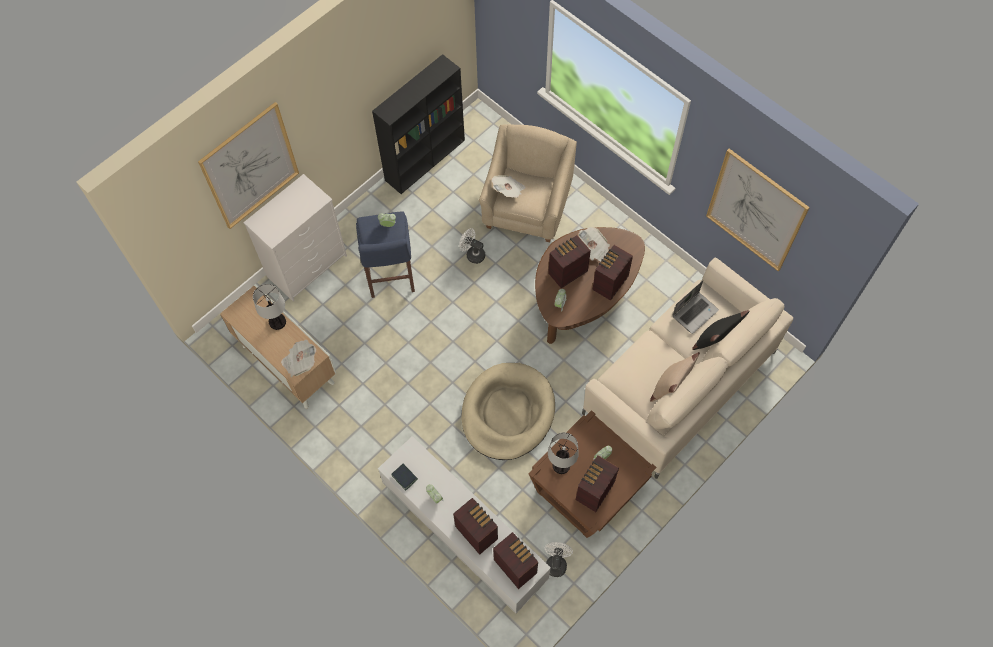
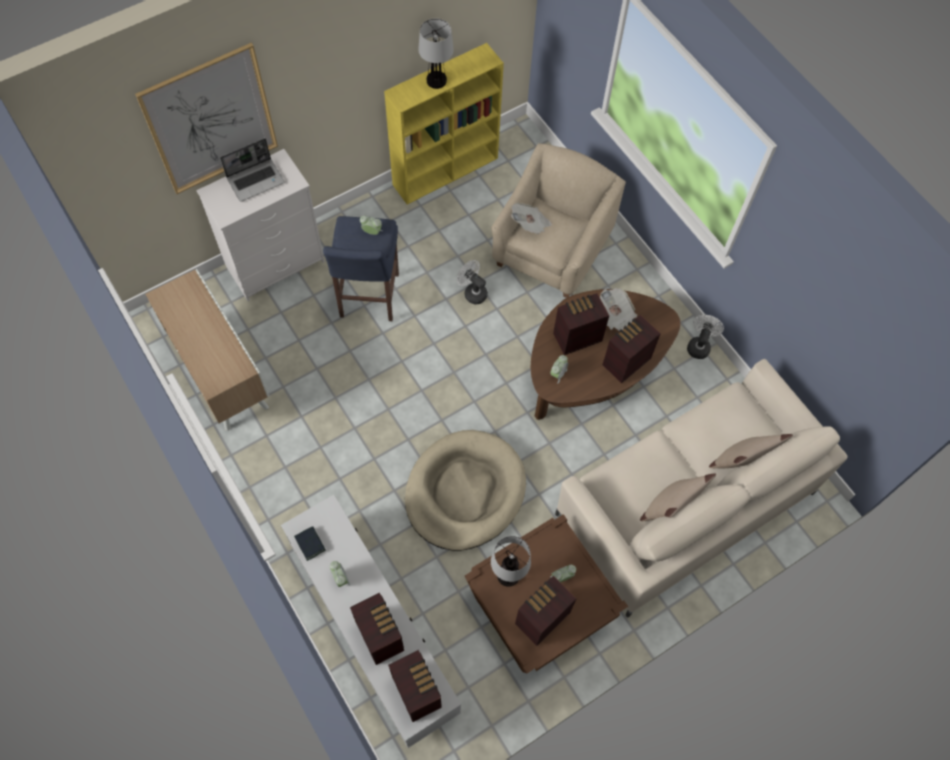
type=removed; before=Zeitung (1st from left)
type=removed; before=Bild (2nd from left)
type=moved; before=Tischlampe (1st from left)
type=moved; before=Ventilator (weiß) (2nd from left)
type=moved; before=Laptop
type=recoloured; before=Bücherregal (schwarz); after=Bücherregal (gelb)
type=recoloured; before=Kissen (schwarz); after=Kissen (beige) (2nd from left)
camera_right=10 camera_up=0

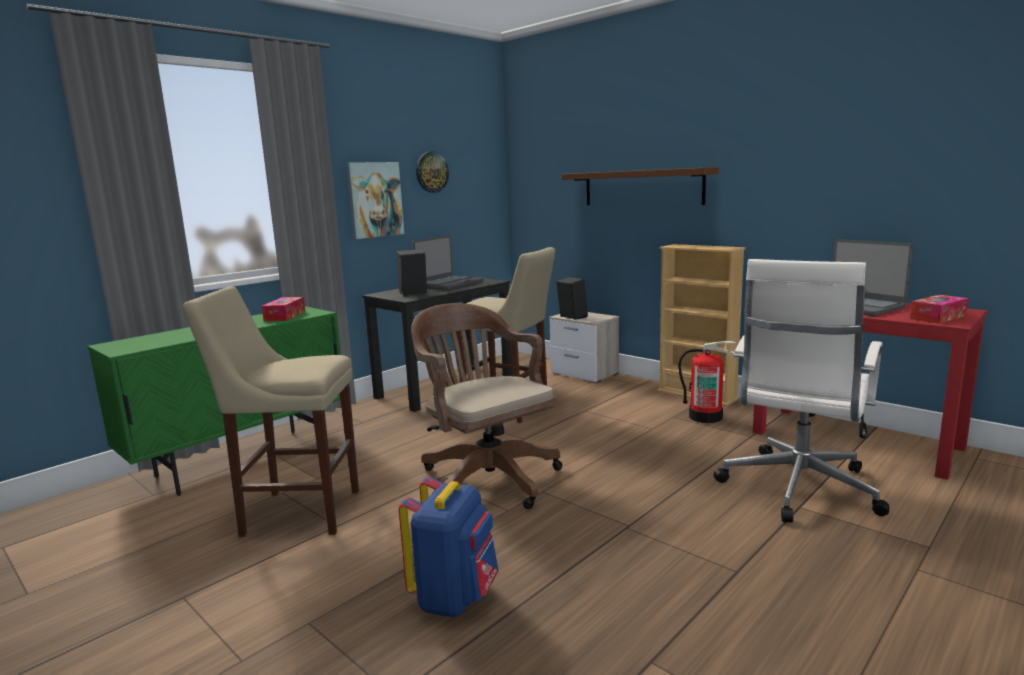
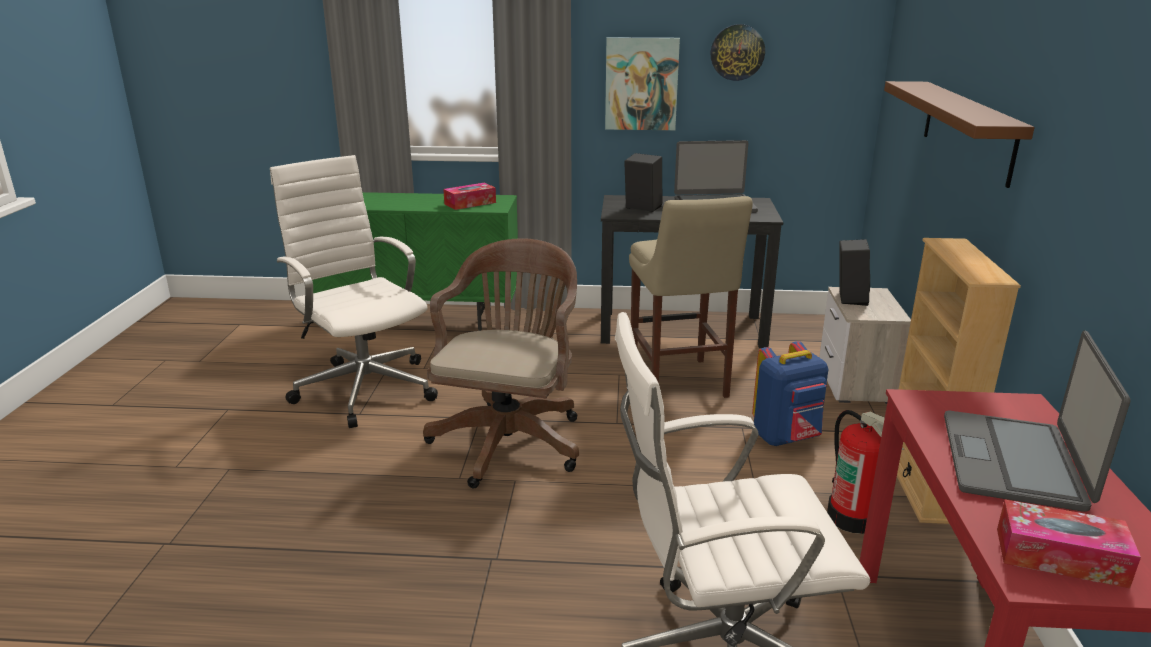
type=moved; before=Rucksack (blau)
type=replaced; before=Hocker (beige) (1st from left); after=Bürostuhl (weiß) (1st from left)
camera_right=50 camera_up=10

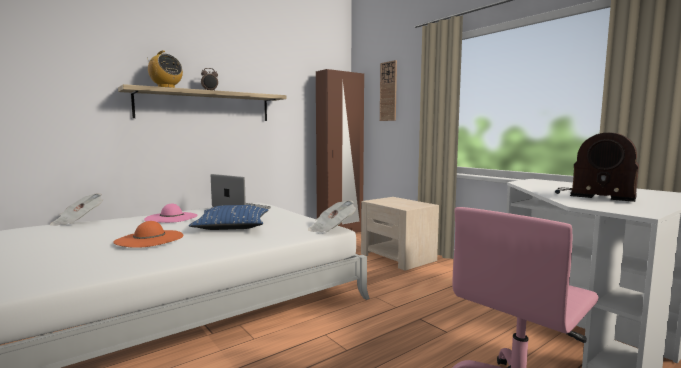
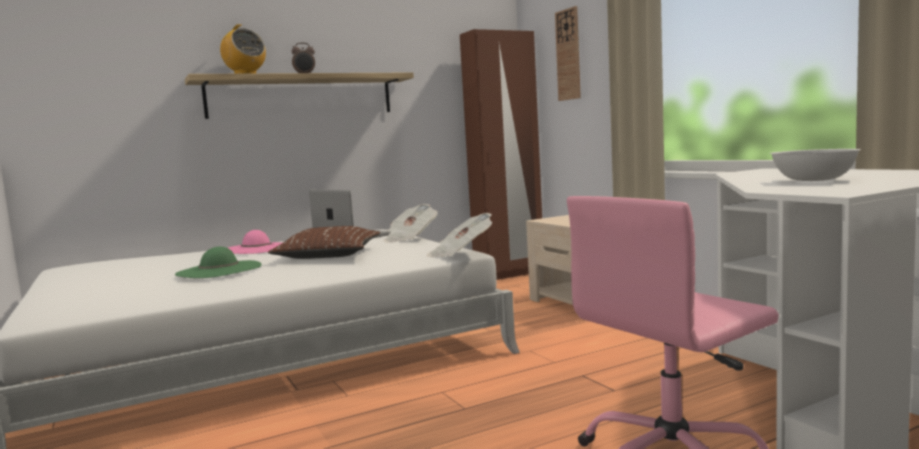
type=moved; before=Zeitung (1st from left)
type=replaced; before=Radio (2nd from left); after=Schüssel (weiß)
type=recoloured; before=Hut (orange); after=Hut (grün)
type=recoloured; before=Kissen (blau); after=Kissen (braun)
camera_right=10 camera_up=0

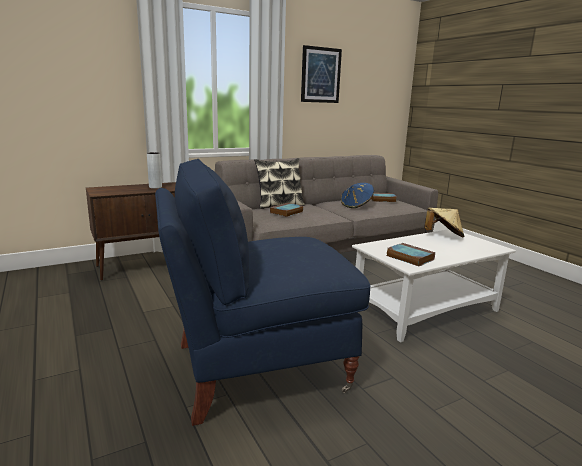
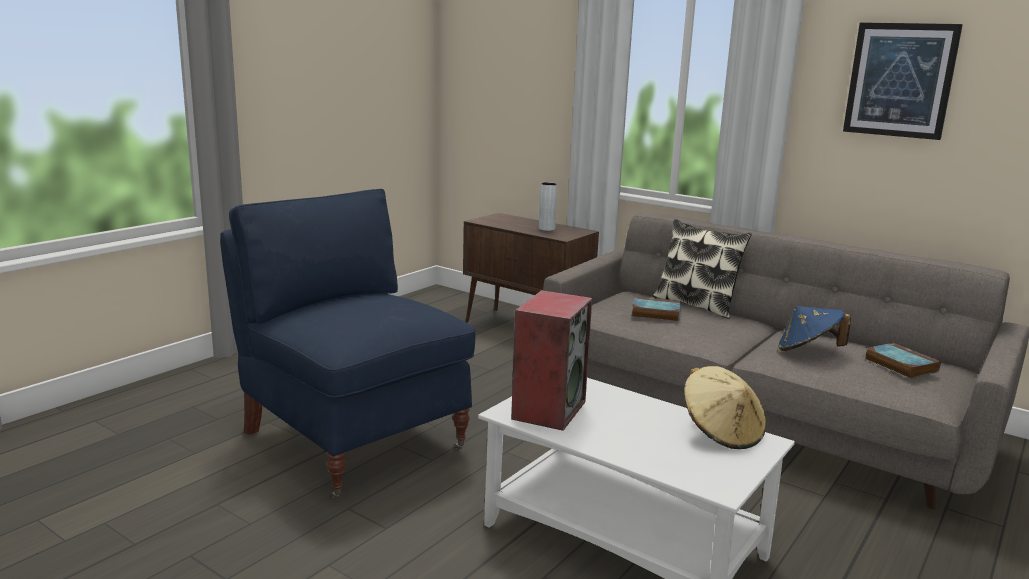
type=replaced; before=Buch (3rd from left); after=Lautsprecher
camera_right=65 camera_up=0

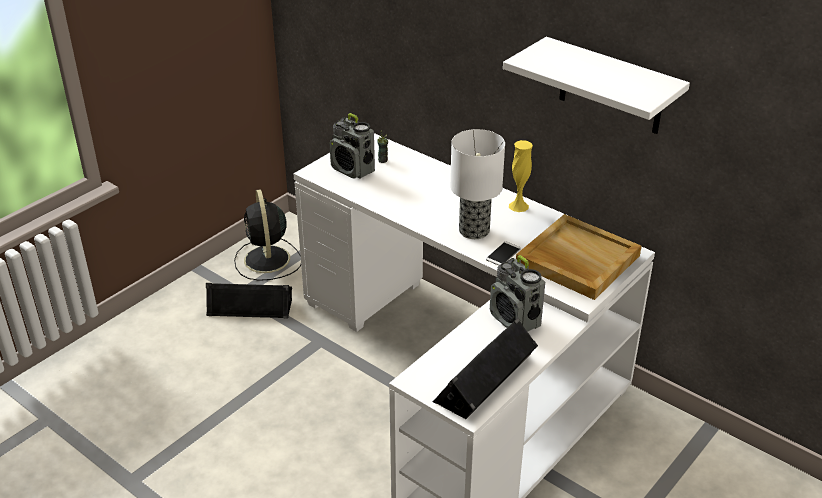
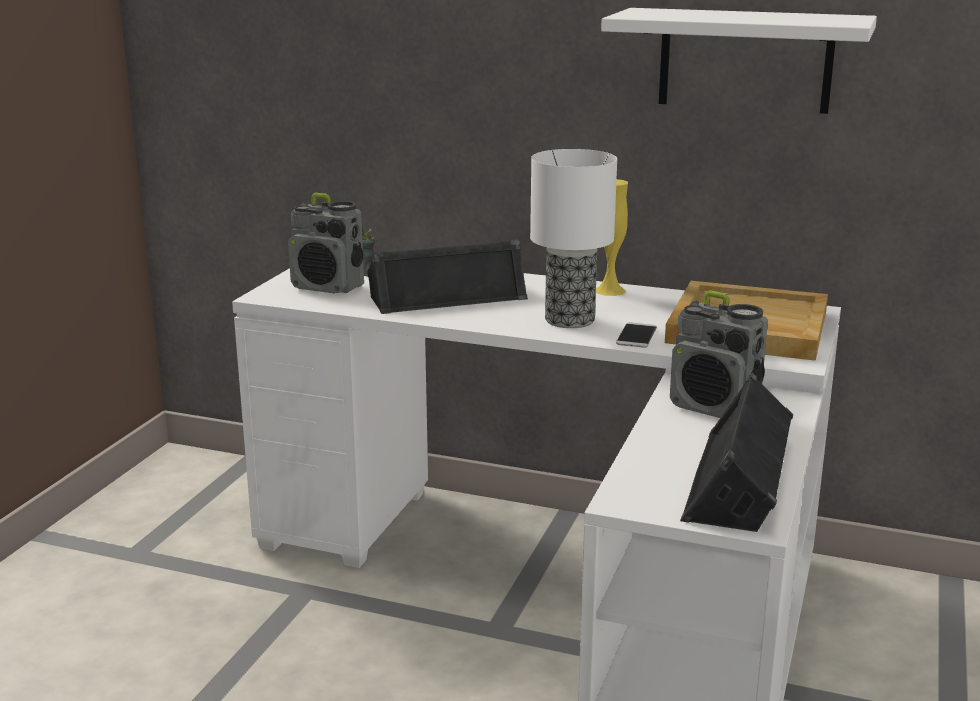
type=removed; before=Ventilator (schwarz)
type=moved; before=Lautsprecher (schwarz) (1st from left)
camera_right=-20 camera_up=-15

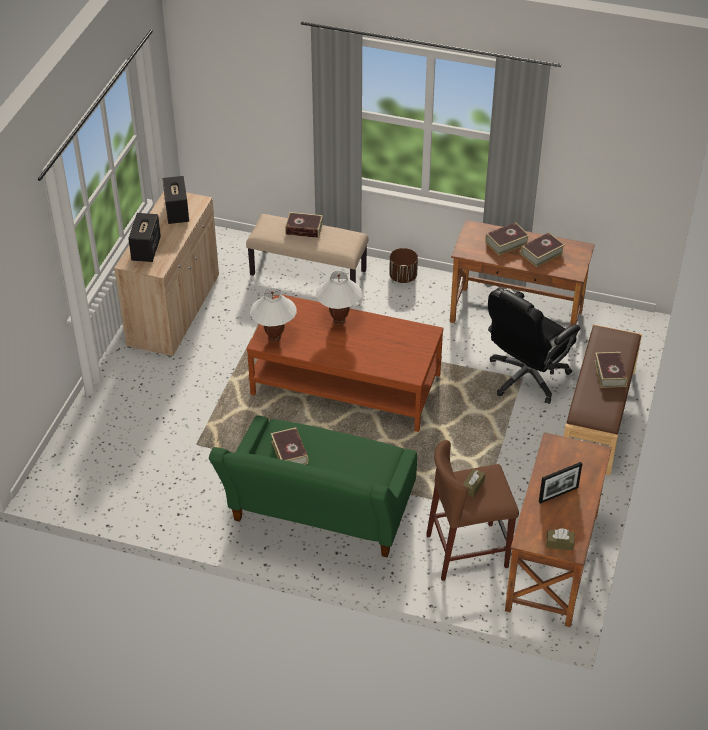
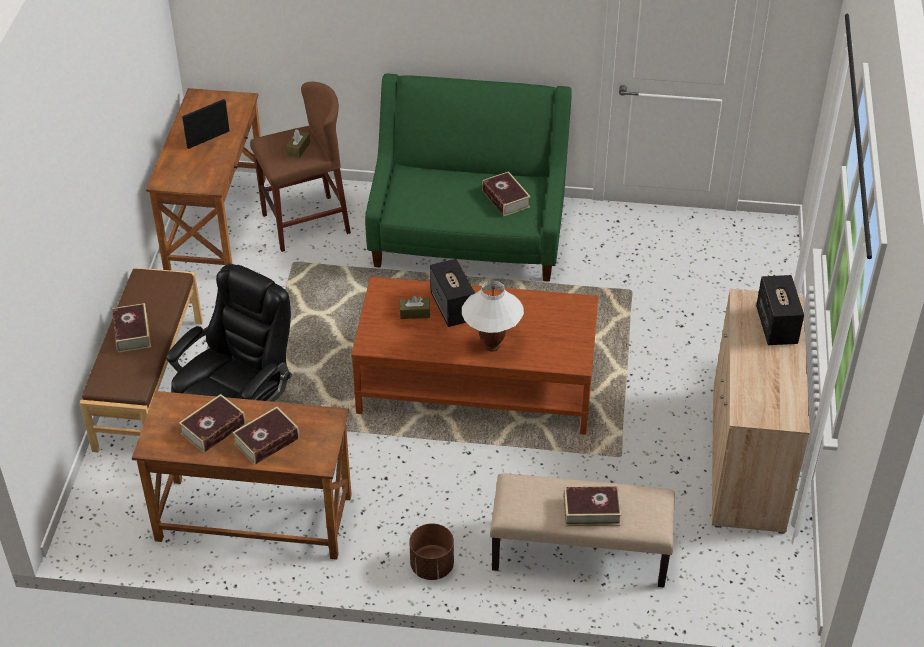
type=removed; before=Tischlampe (weiß) (1st from left)
type=moved; before=Lautsprecher (2nd from left in the first image); after=Lautsprecher (1st from left)
type=moved; before=Taschentuchbox (braun) (2nd from left)
camera_right=170 camera_up=0

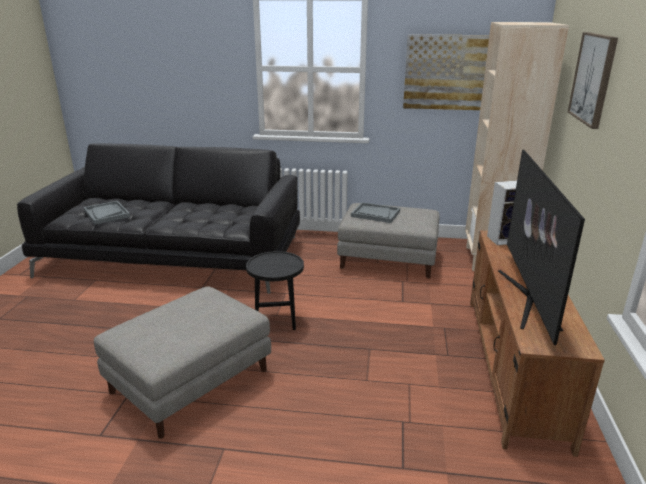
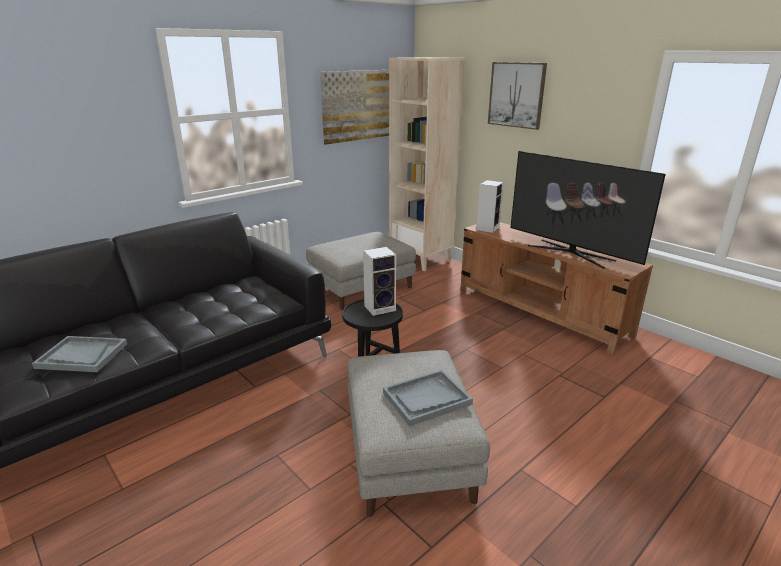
type=added; after=Lautsprecher (1st from left)
type=moved; before=Tablett (grau) (2nd from left)
camera_right=-50 camera_up=0

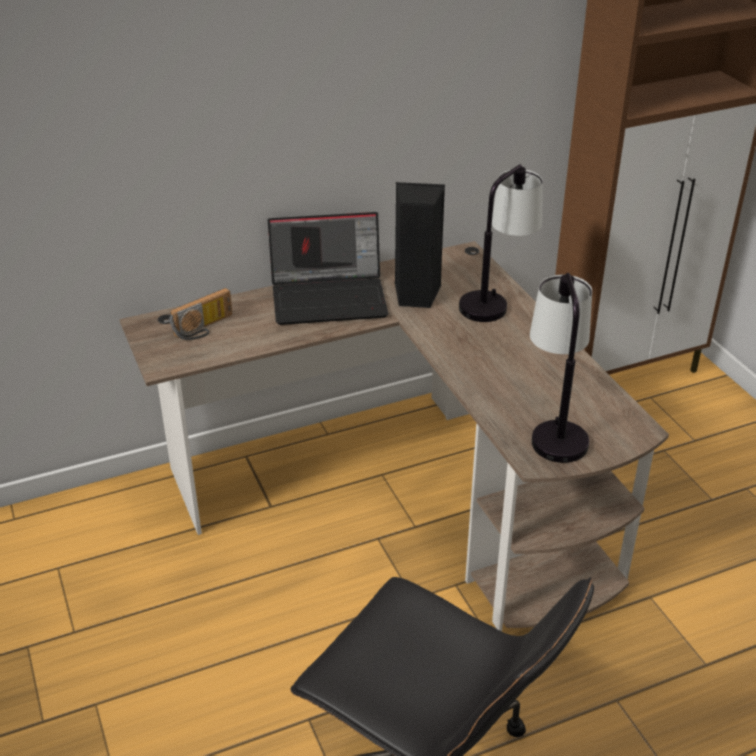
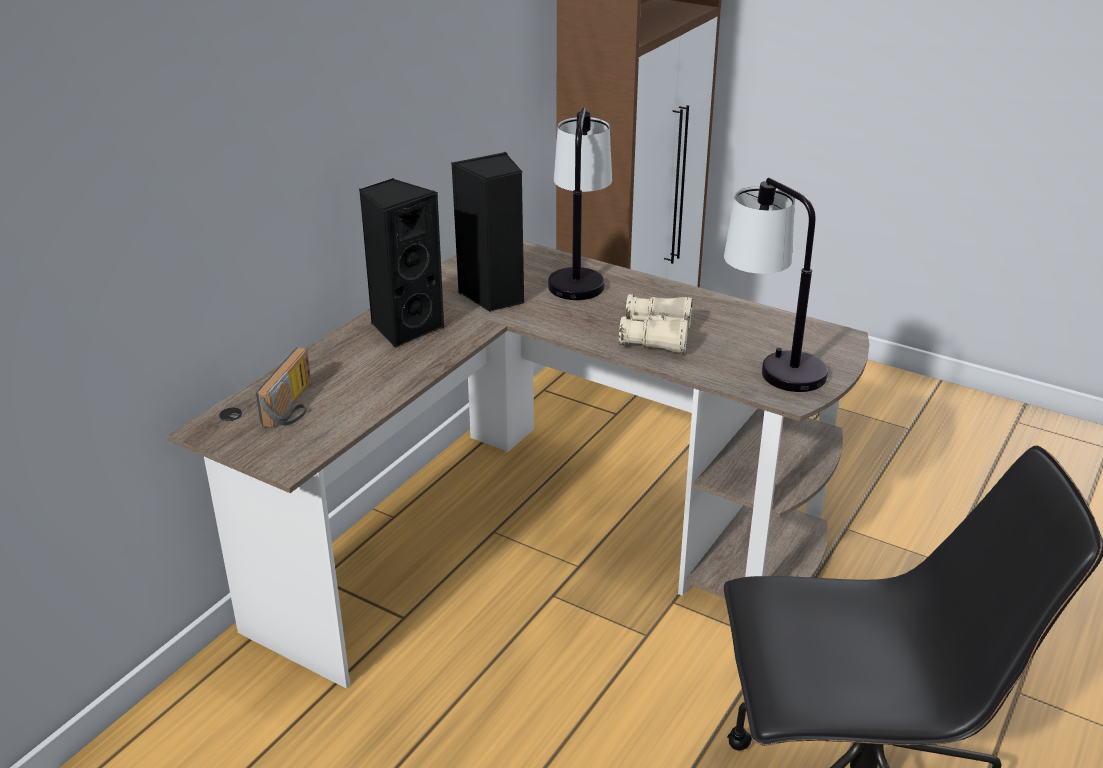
type=added; after=Fernglas (beige)
type=replaced; before=Laptop; after=Lautsprecher (schwarz) (1st from left)
camera_right=-35 camera_up=-5

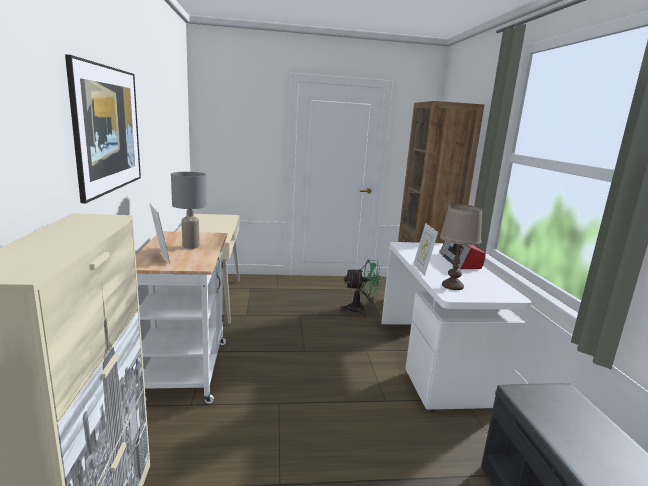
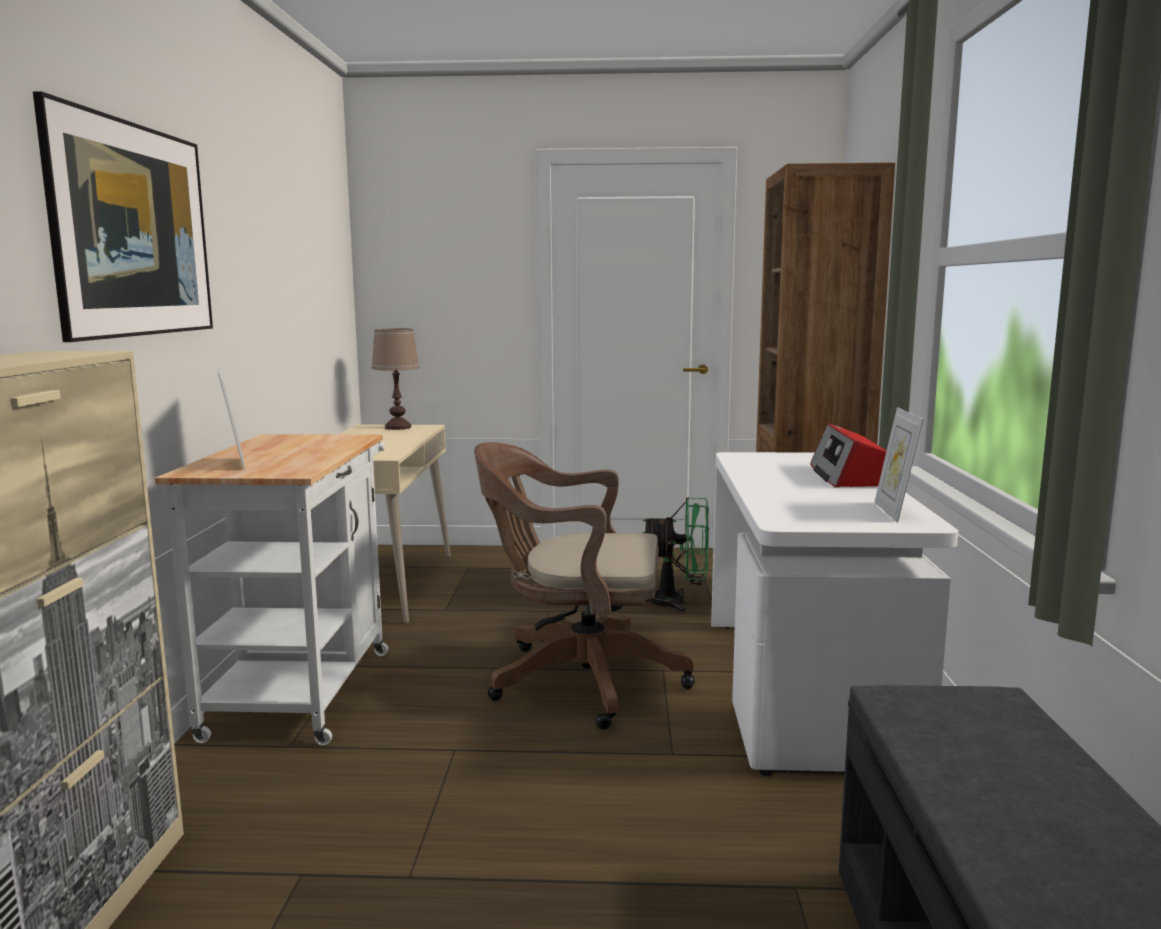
type=removed; before=Tischlampe (grau)
type=added; after=Bürostuhl (braun)
type=moved; before=Bilderrahmen (2nd from left)
type=moved; before=Tischlampe (braun)
camera_right=10 camera_up=-5

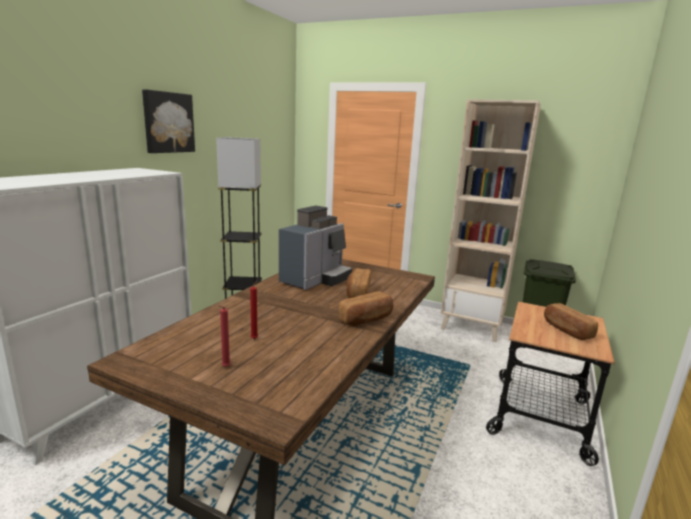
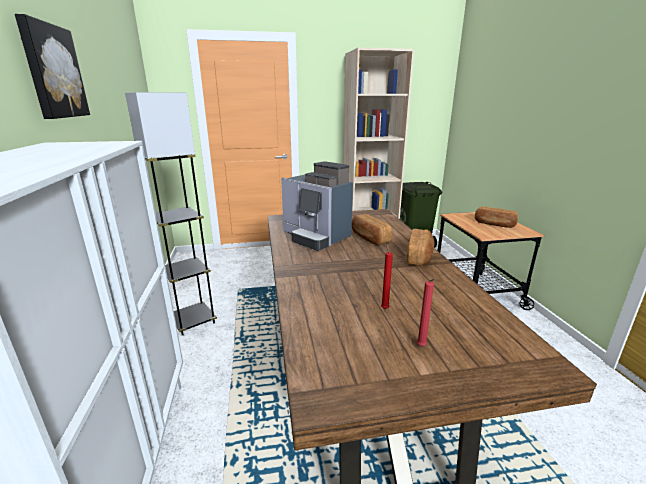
type=turned; before=Kaffeemaschine; turn=135
camera_right=-35 camera_up=5

